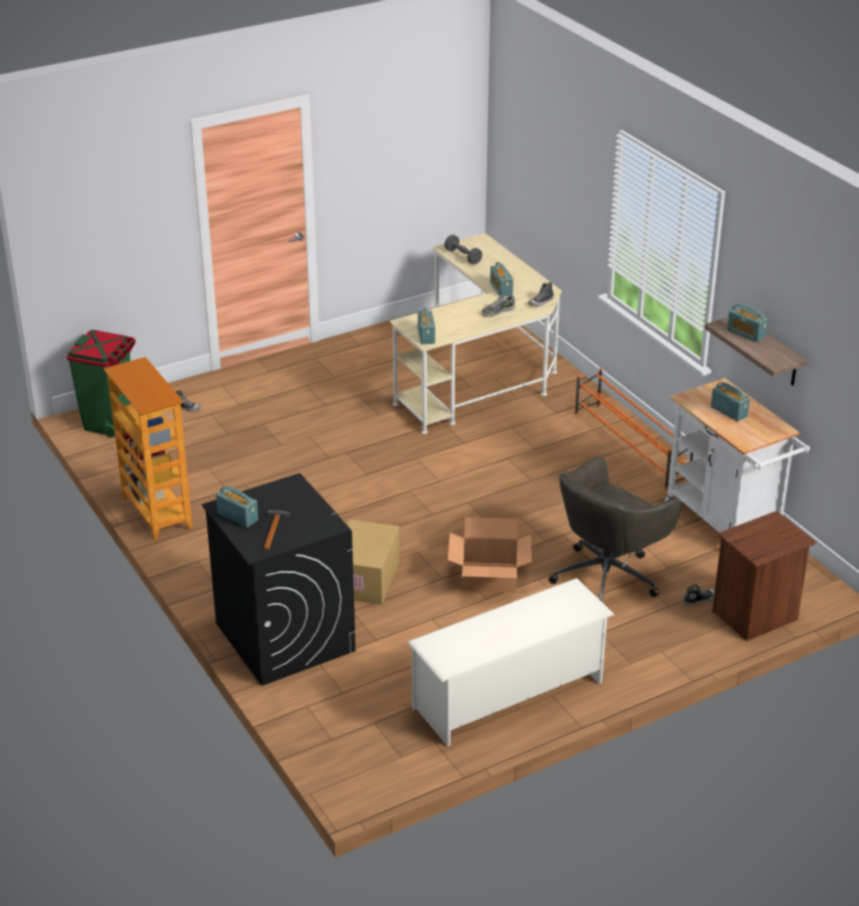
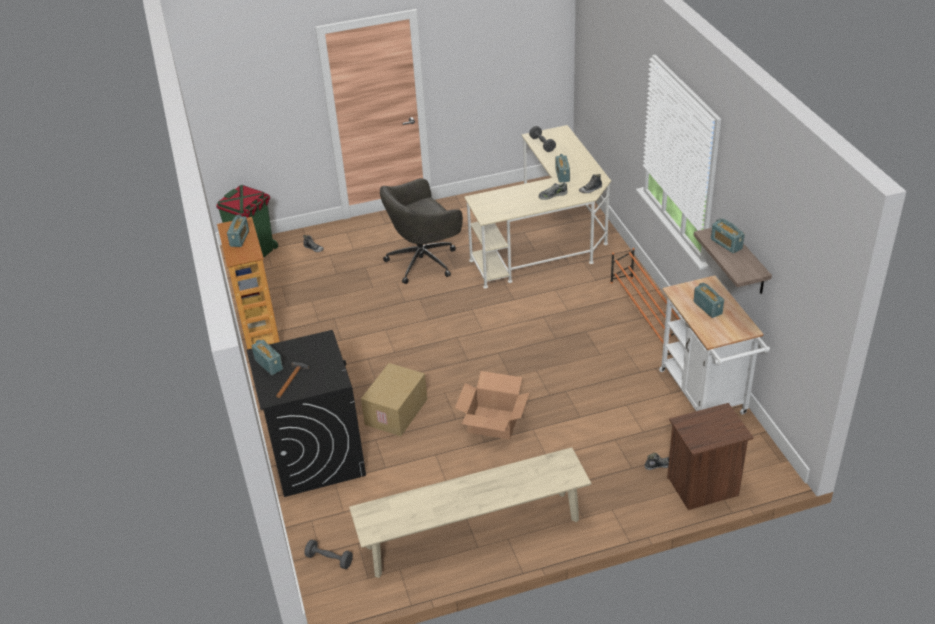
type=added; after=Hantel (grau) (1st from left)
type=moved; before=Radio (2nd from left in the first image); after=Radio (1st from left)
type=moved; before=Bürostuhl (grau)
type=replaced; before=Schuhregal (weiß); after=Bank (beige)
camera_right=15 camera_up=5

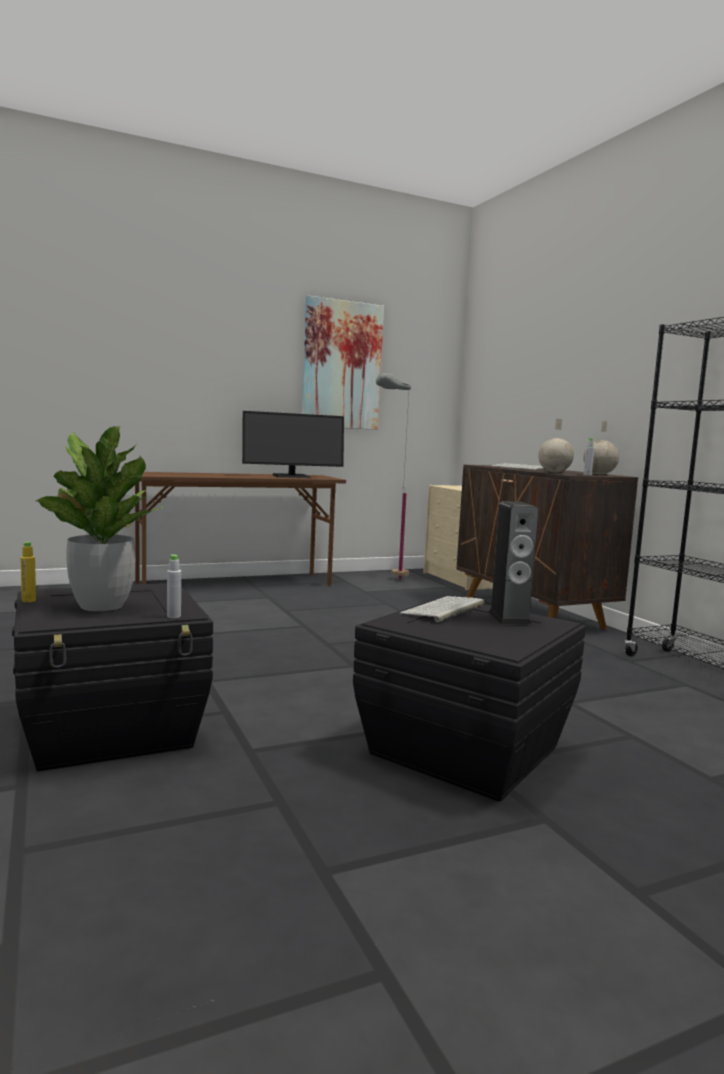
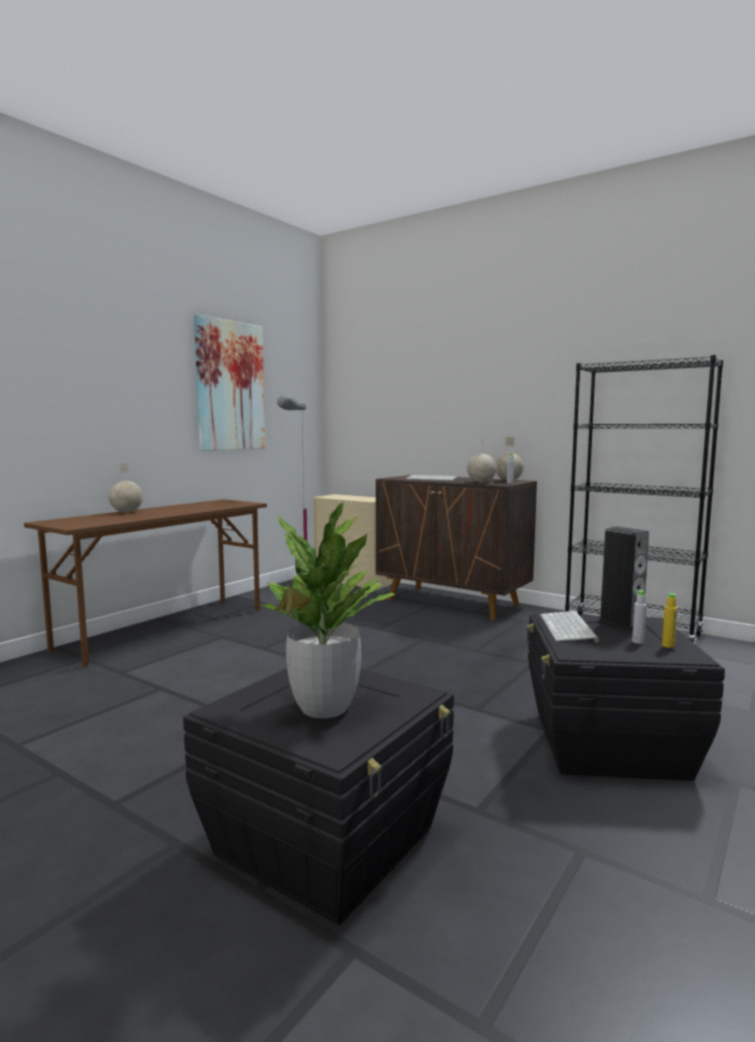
type=removed; before=Monitor
type=added; after=Globus (1st from left)
type=moved; before=Flasche (gelb)
type=moved; before=Flasche (grau) (1st from left in the first image); after=Flasche (grau) (2nd from left)
camera_right=-30 camera_up=0

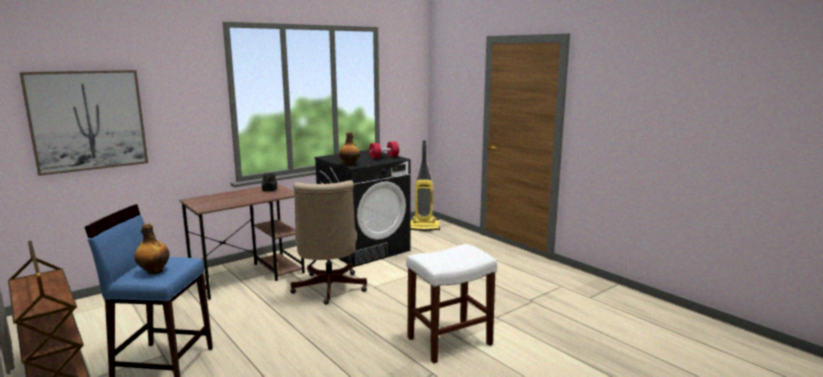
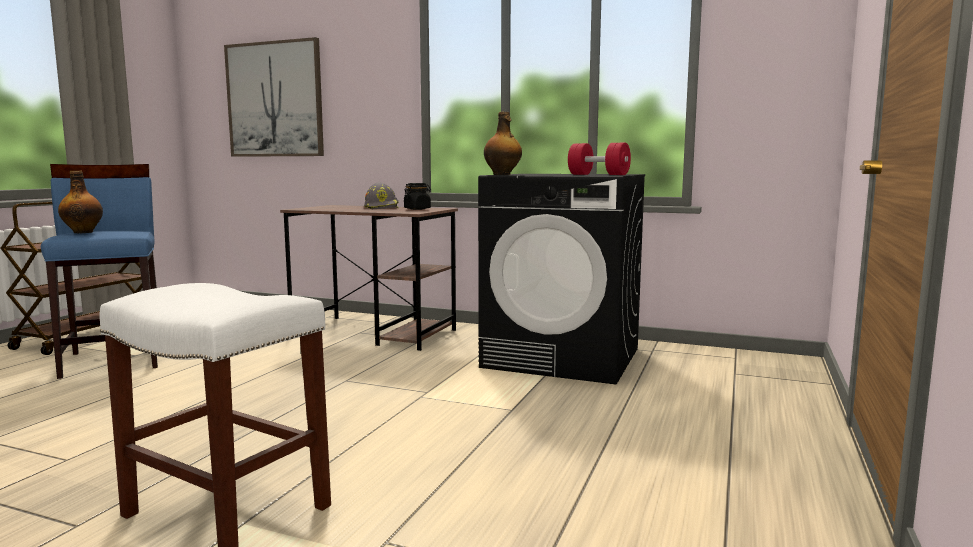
type=removed; before=Bürostuhl (beige)
type=removed; before=Staubsauger
type=added; after=Schutzhelm (grau)
camera_right=60 camera_up=-5

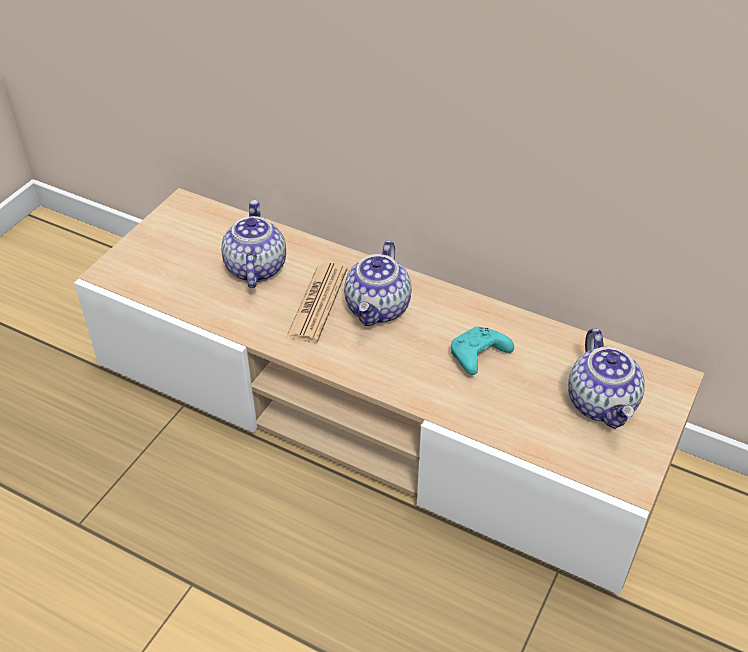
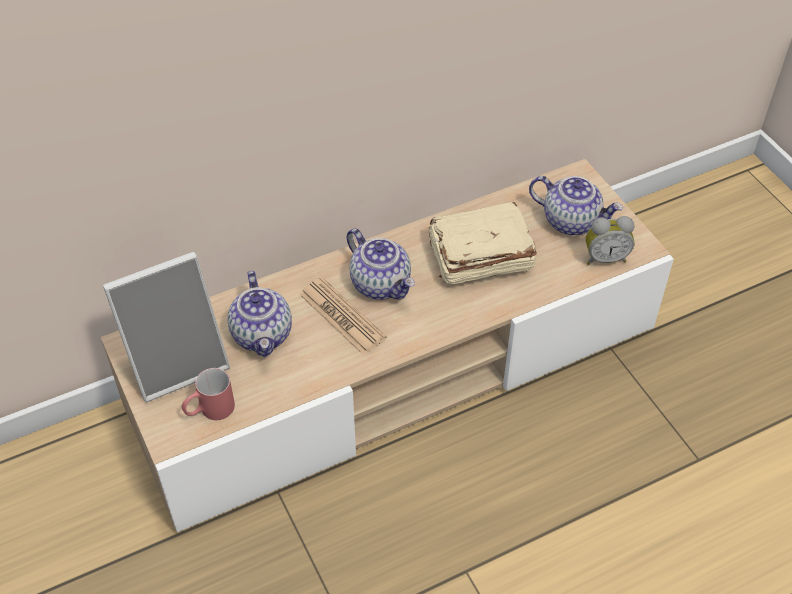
type=added; after=Bilderrahmen
type=added; after=Henkelbecher (rot)
type=added; after=Wecker
type=replaced; before=Gamepad (türkis); after=Buch (beige)
type=turned; before=Teekanne (1st from left); turn=-135
camera_right=-55 camera_up=5

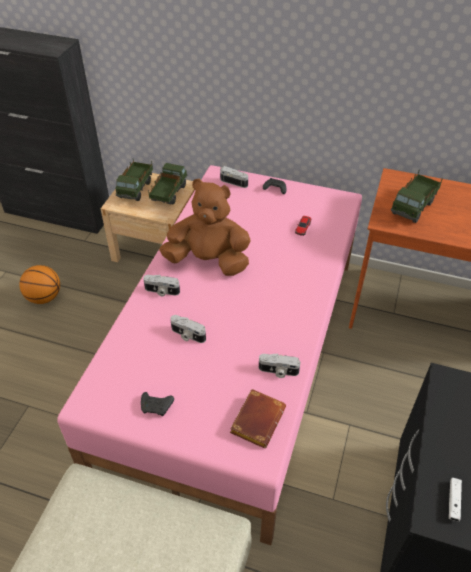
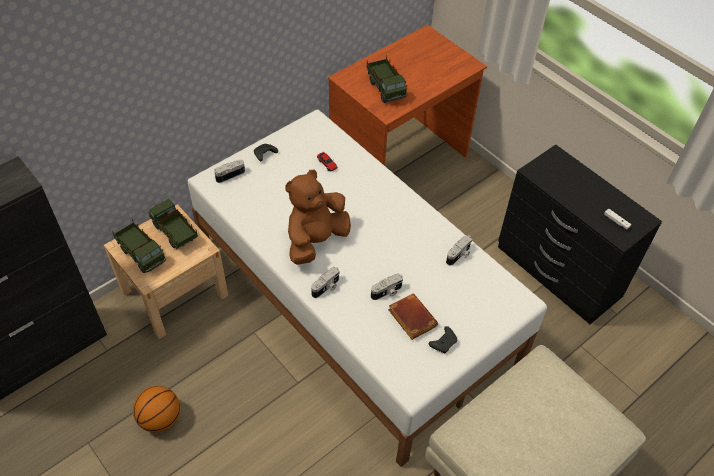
type=moved; before=Buch (braun)
type=recoloured; before=Bett (rosa); after=Bett (weiß)
camera_right=-60 camera_up=5

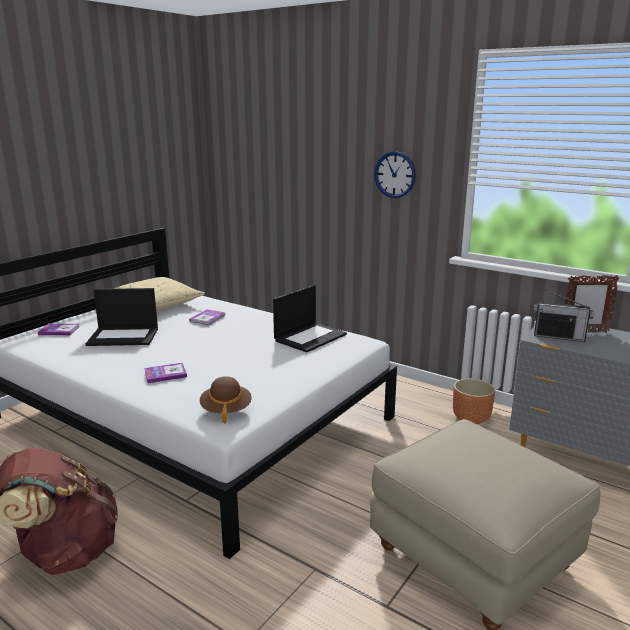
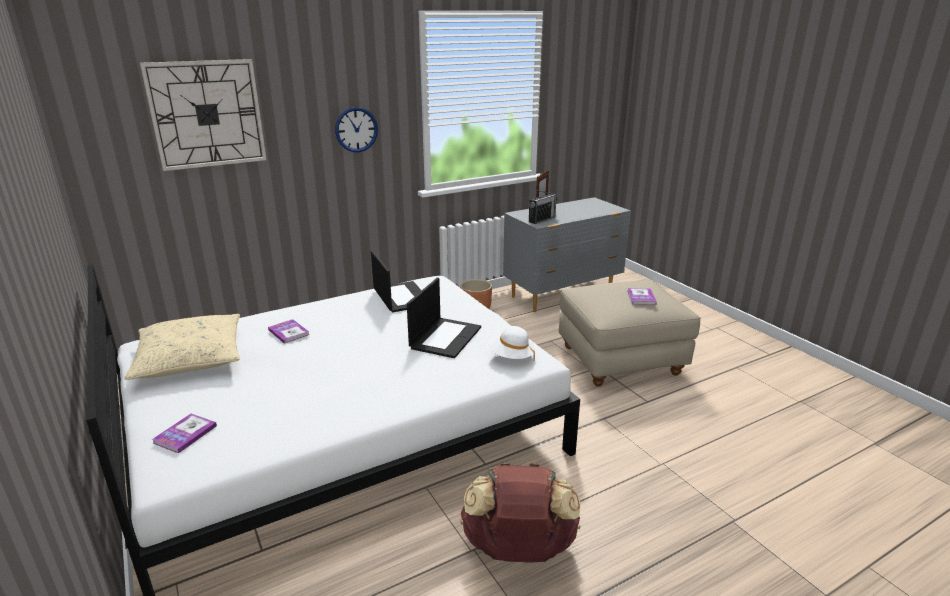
type=added; after=Wanduhr (1st from left)
type=moved; before=Laptop (1st from left in the first image); after=Laptop (2nd from left)
type=moved; before=Buch (2nd from left in the first image); after=Buch (3rd from left)
type=recoloured; before=Hut (braun); after=Hut (weiß)
camera_right=-65 camera_up=5

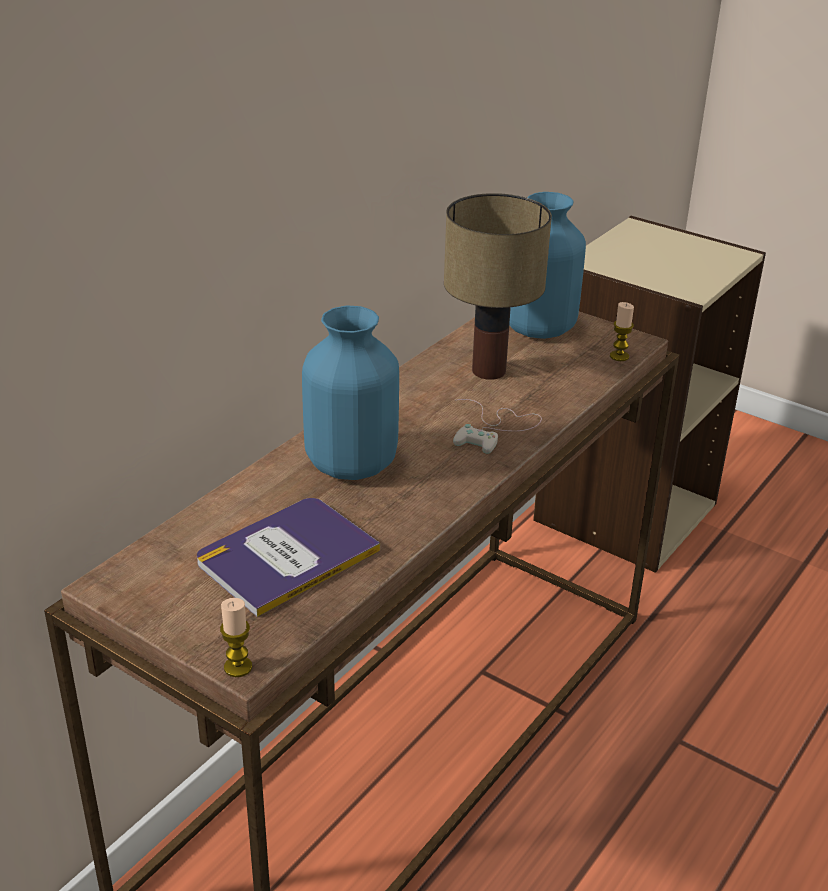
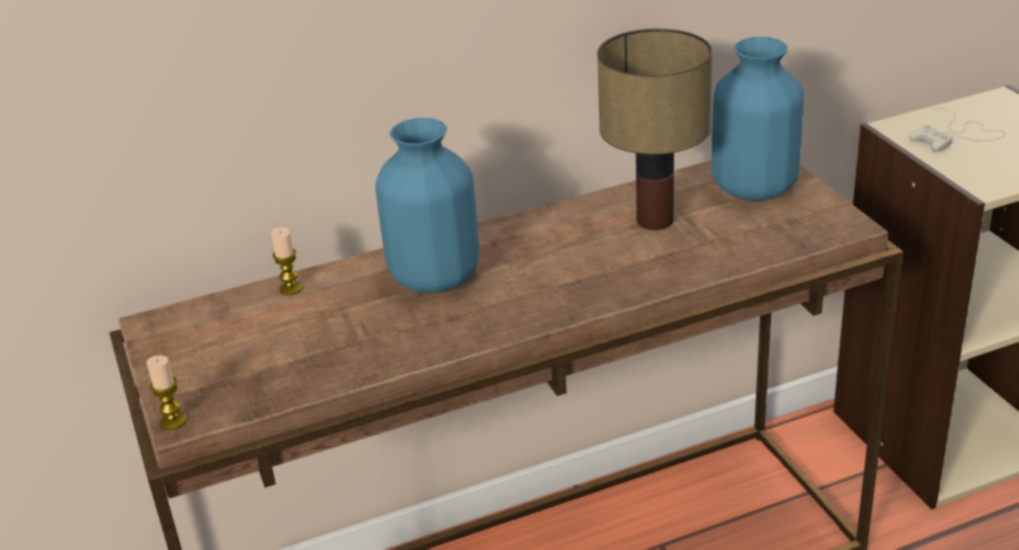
type=removed; before=Buch
type=moved; before=Gamepad (weiß)
type=moved; before=Kerze (2nd from left)
camera_right=35 camera_up=0

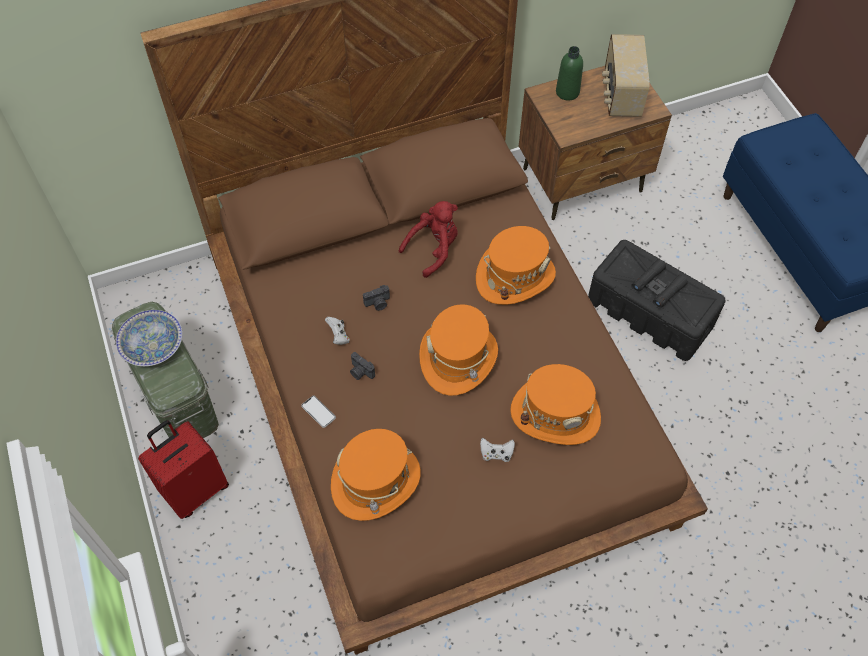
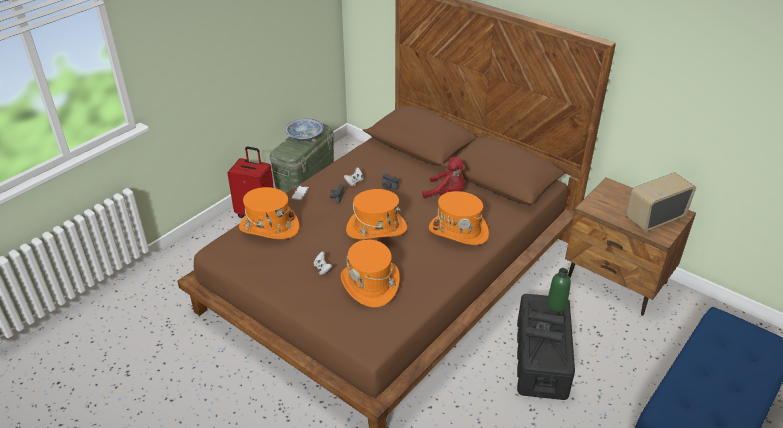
type=moved; before=Flasche (grün)
camera_right=60 camera_up=-20

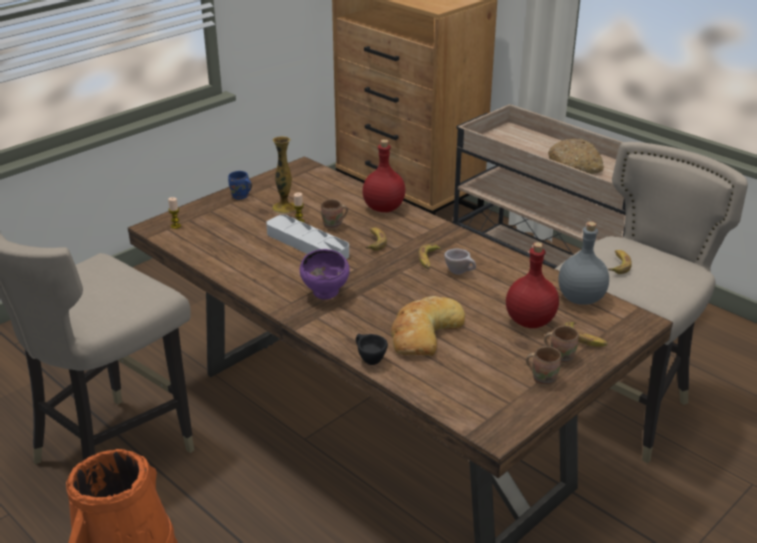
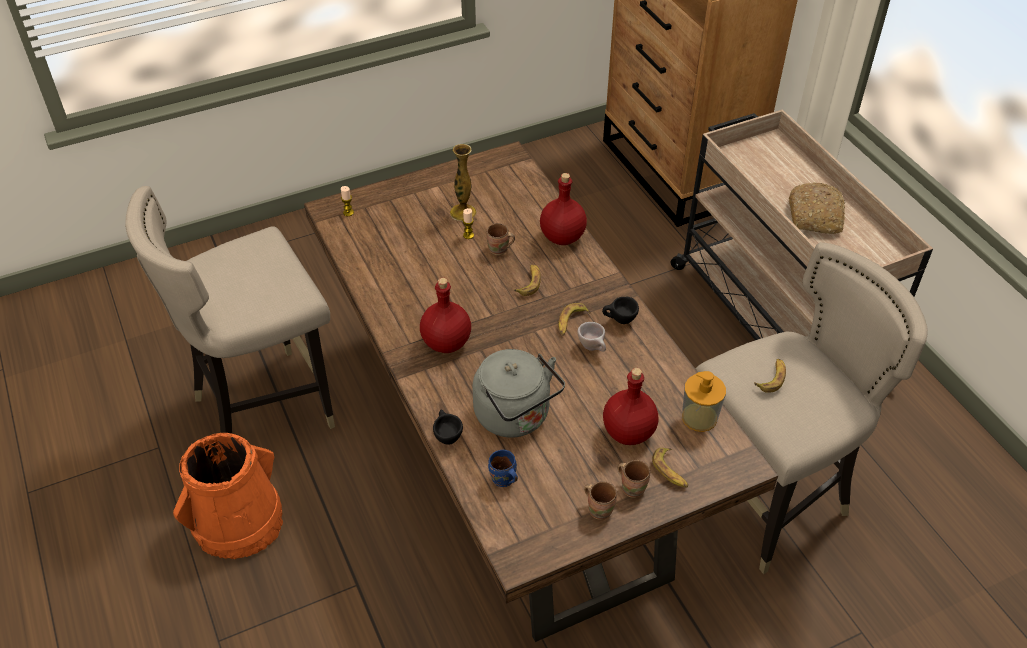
type=removed; before=Tablett (grau)
type=added; after=Tasse (schwarz) (2nd from left)
type=moved; before=Henkelbecher (blau)
type=replaced; before=Schüssel (lila); after=Flasche (rot) (1st from left)
type=replaced; before=Brot (1st from left); after=Wasserkessel (grau)
type=replaced; before=Flasche (grau); after=Seifenspender
camera_right=20 camera_up=15

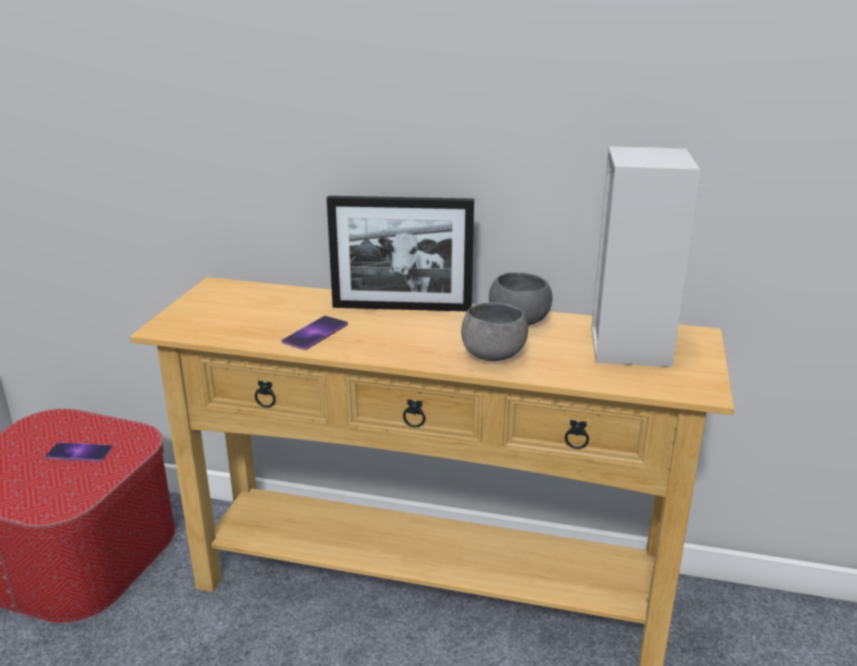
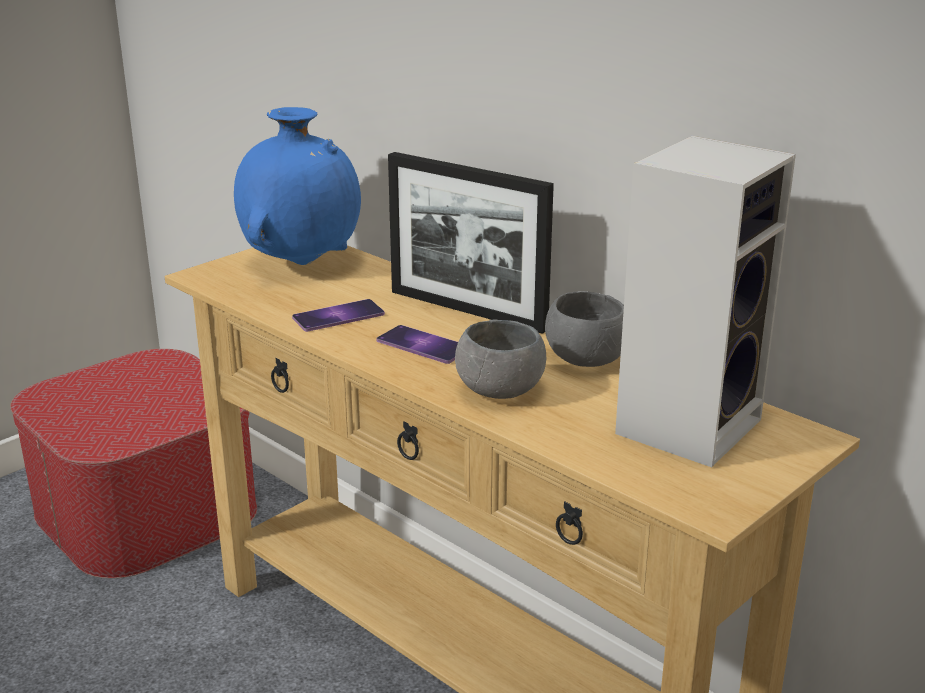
type=added; after=Vase (blau)
type=moved; before=Handy (1st from left in the first image); after=Handy (2nd from left)
camera_right=30 camera_up=0

